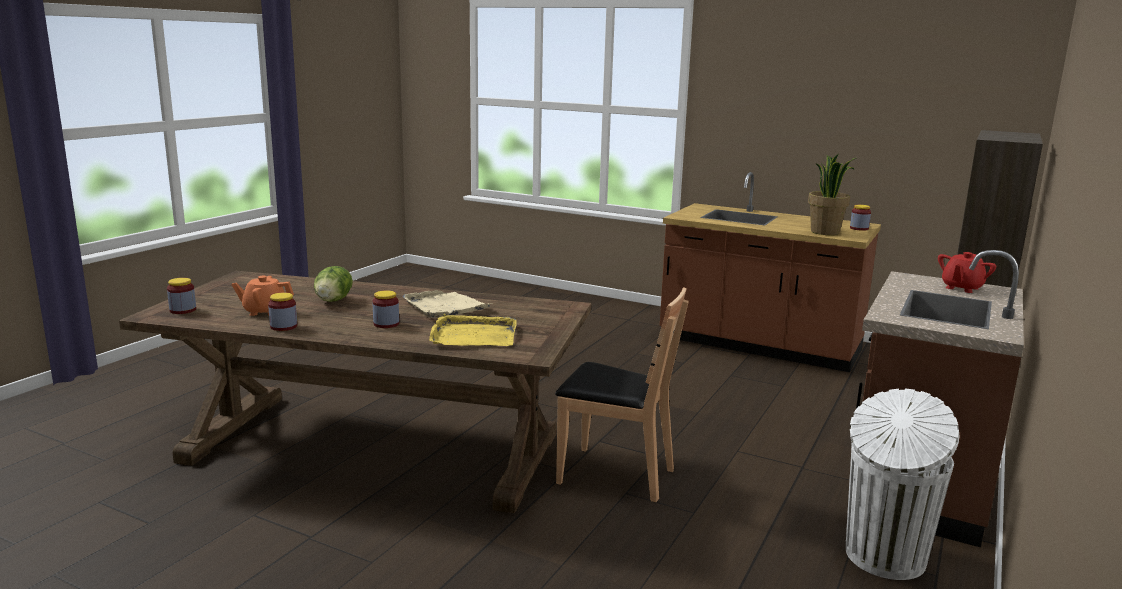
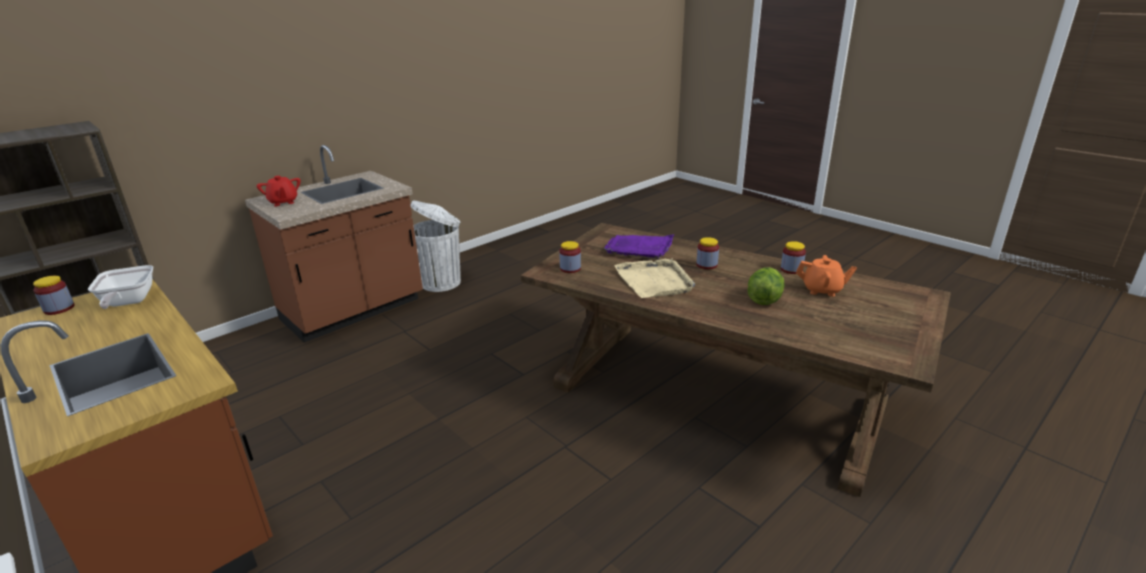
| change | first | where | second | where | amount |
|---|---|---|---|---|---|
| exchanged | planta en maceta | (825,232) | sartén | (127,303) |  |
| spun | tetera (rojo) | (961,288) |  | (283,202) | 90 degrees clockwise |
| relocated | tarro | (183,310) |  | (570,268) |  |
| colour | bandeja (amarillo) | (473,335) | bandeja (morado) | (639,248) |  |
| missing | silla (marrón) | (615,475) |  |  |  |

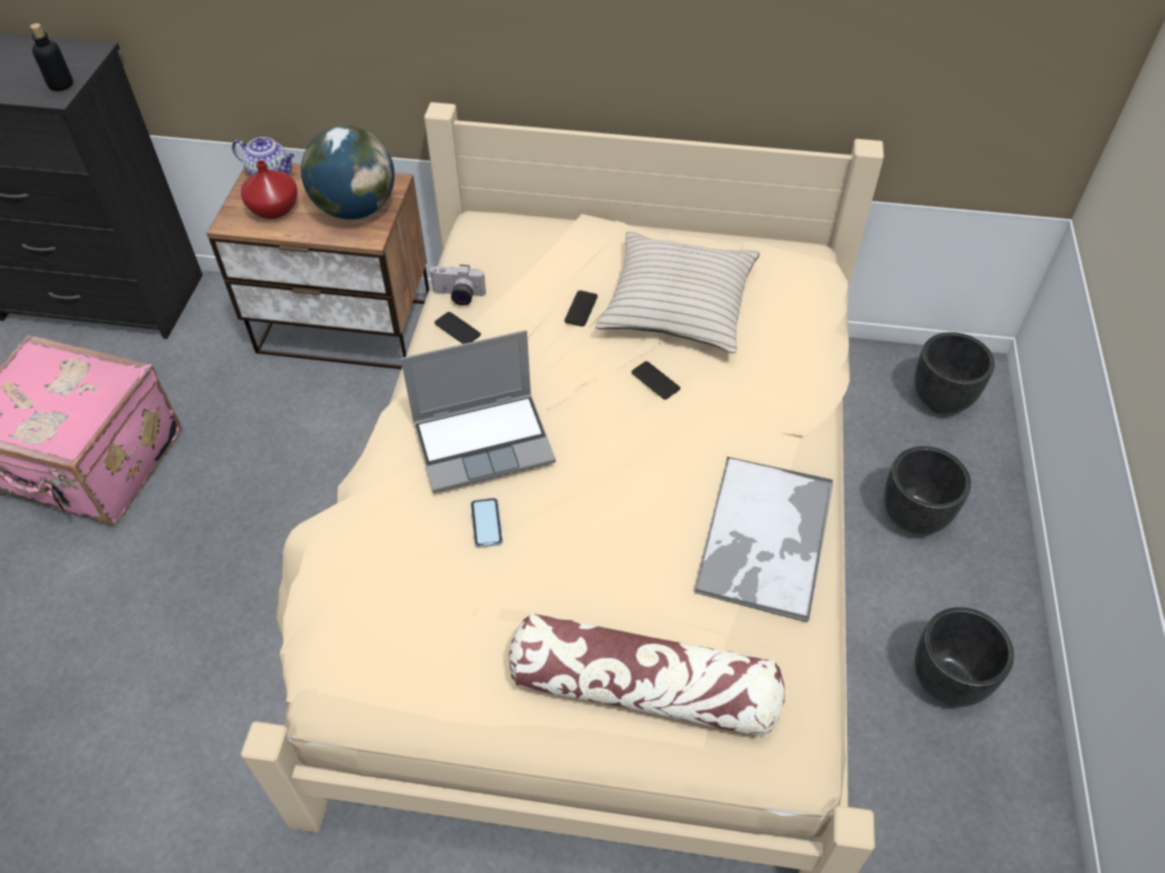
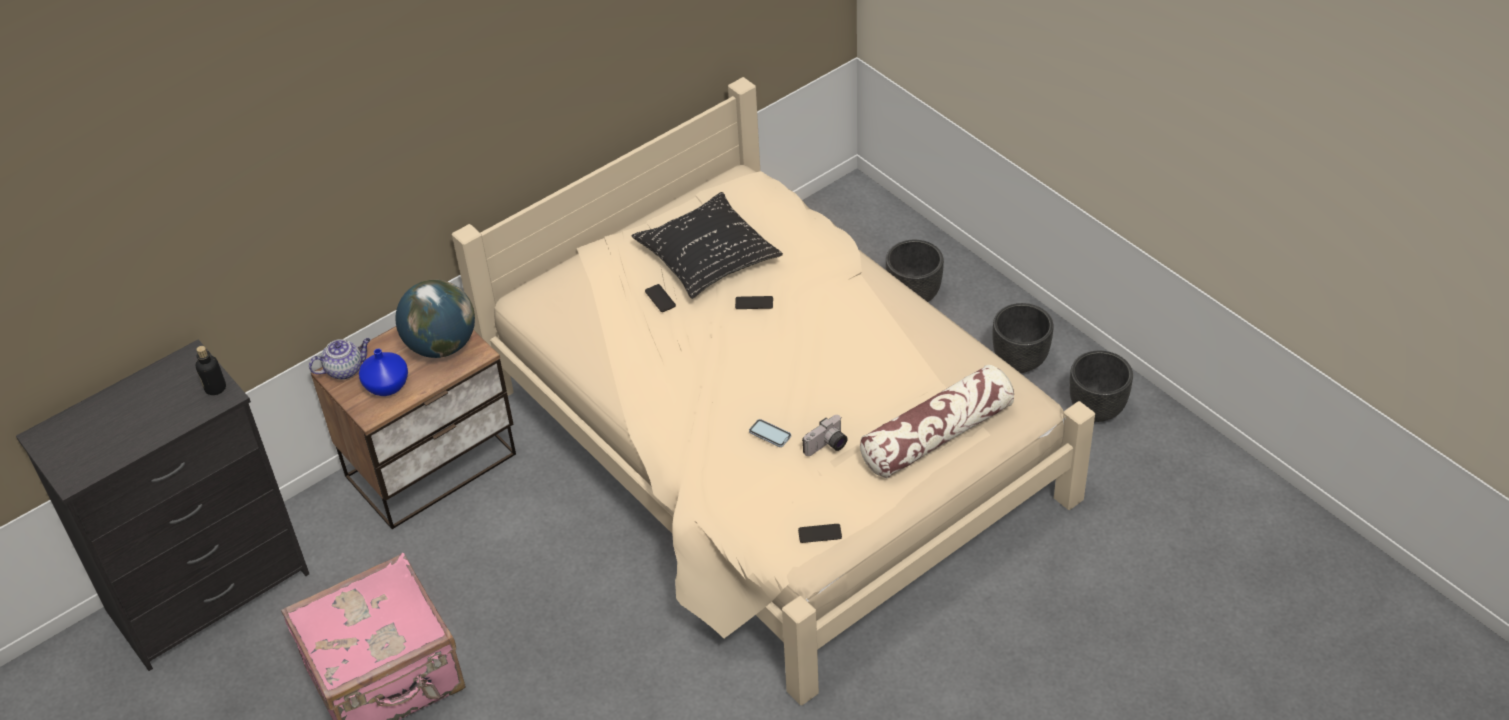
| change | first | where | second | where | amount |
|---|---|---|---|---|---|
| colour | florero (rojo) | (275,209) | florero (azul) | (388,385) |  |
| colour | cojín (beis) | (677,304) | cojín (negro) | (707,256) |  |
| relocated | móvil | (457,329) |  | (820,533) |  |
| relocated | cámara | (458,296) |  | (827,446) |  |
| relocated | maceta (negro) | (941,400) |  | (1097,410) |  |
| missing | portátil | (484,441) |  |  |  |
| missing | bandeja | (764,539) |  |  |  |

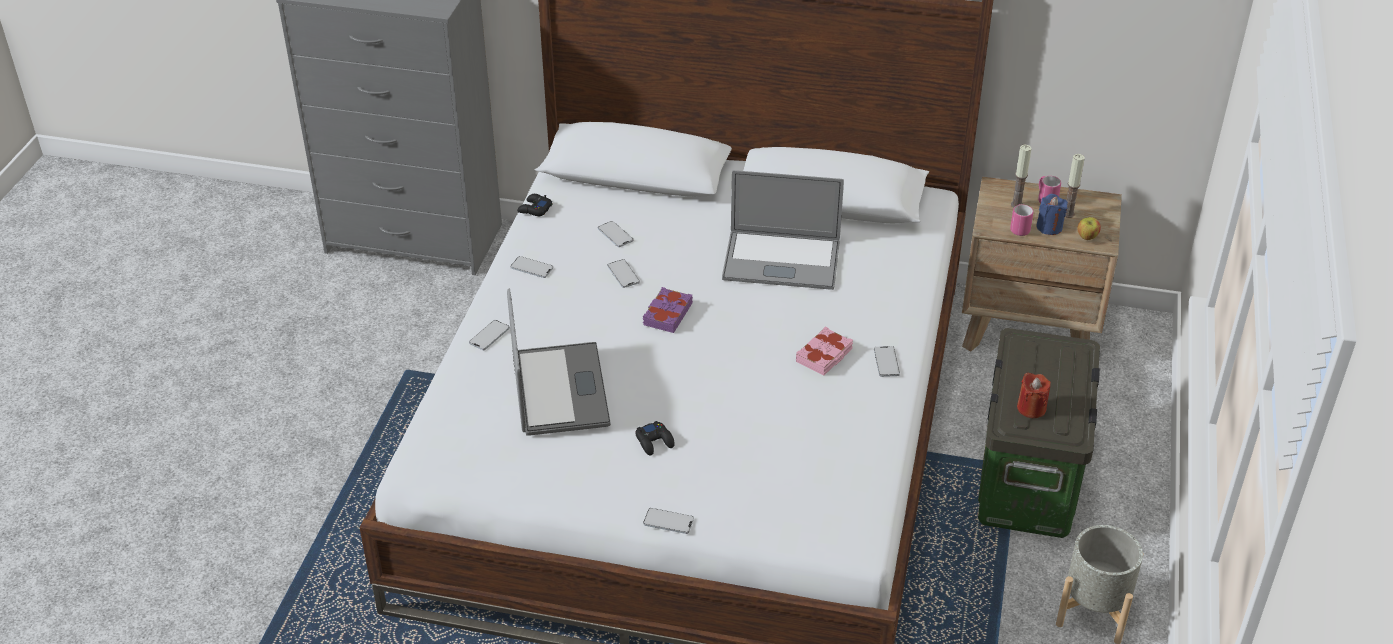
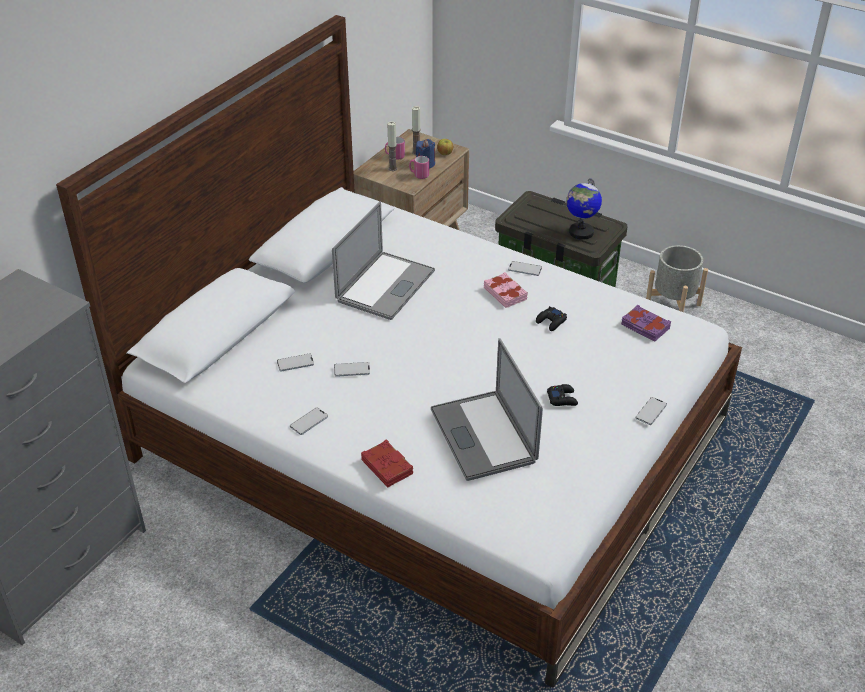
| change | first | where | second | where | amount |
|---|---|---|---|---|---|
| exchanged | móvil | (489,336) | libro (rojo) | (387,466) |  |
| spun | portátil | (560,389) |  | (483,435) | 120 degrees counterclockwise |
| relocated | mando de consola (negro) | (534,209) |  | (551,322) |  |
| exchanged | vela (rojo) | (1031,408) | globo terráqueo | (580,232) |  |
| relocated | libro (morado) | (667,314) |  | (645,327) |  |

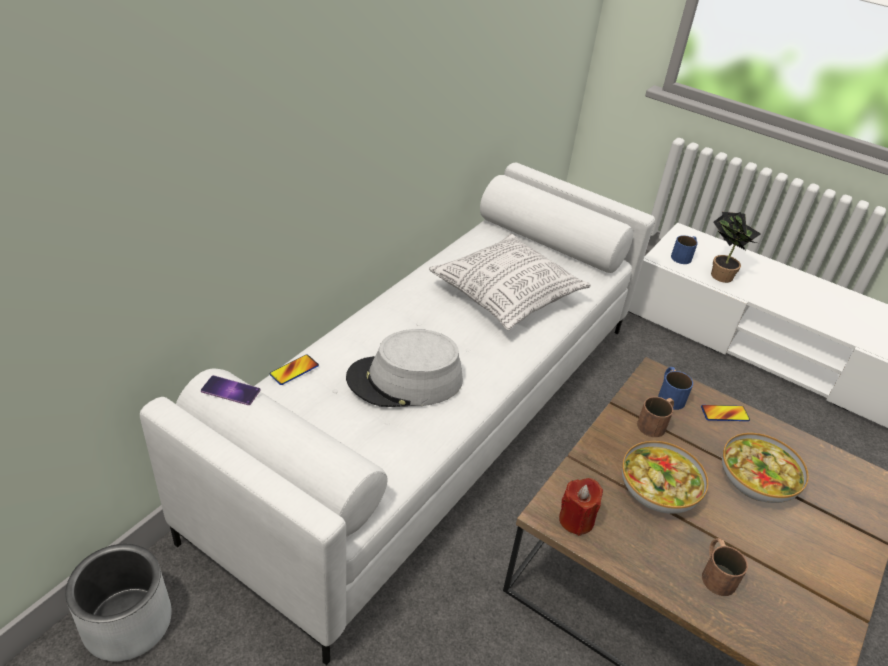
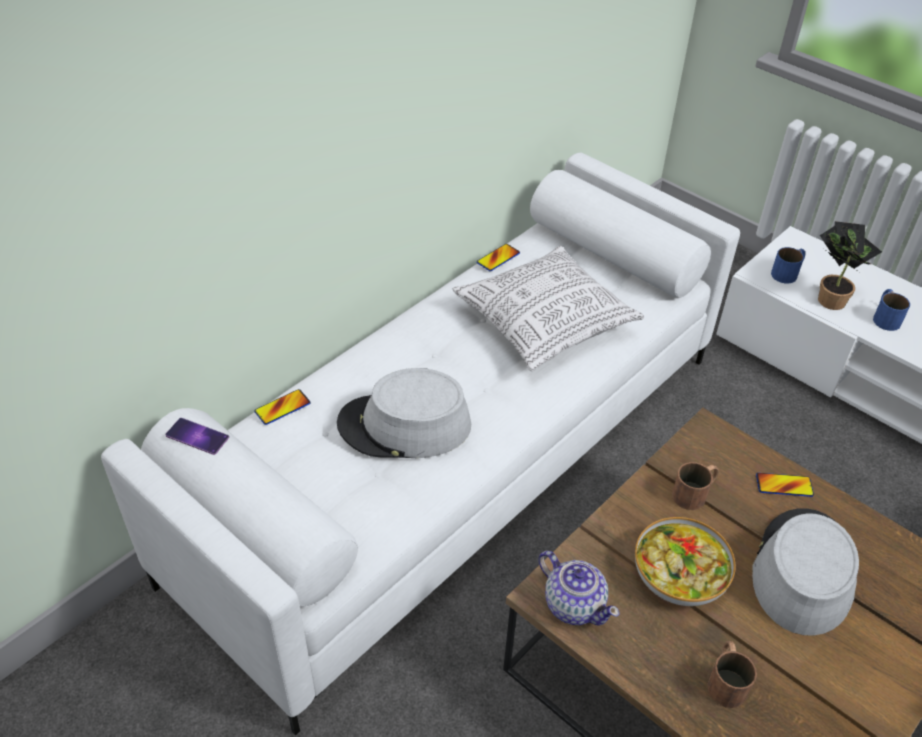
| change | first | where | second | where | amount |
|---|---|---|---|---|---|
| appeared |  |  | móvil | (498,258) |  |
| exchanged | vela (rojo) | (576,520) | tetera | (574,604) |  |
| exchanged | cuenco | (756,480) | sombrero (gris) | (803,571) |  |
| relocated | taza grande (azul) | (669,395) |  | (885,317) |  |
| missing | maceta (gris) | (128,622) |  |  |  |

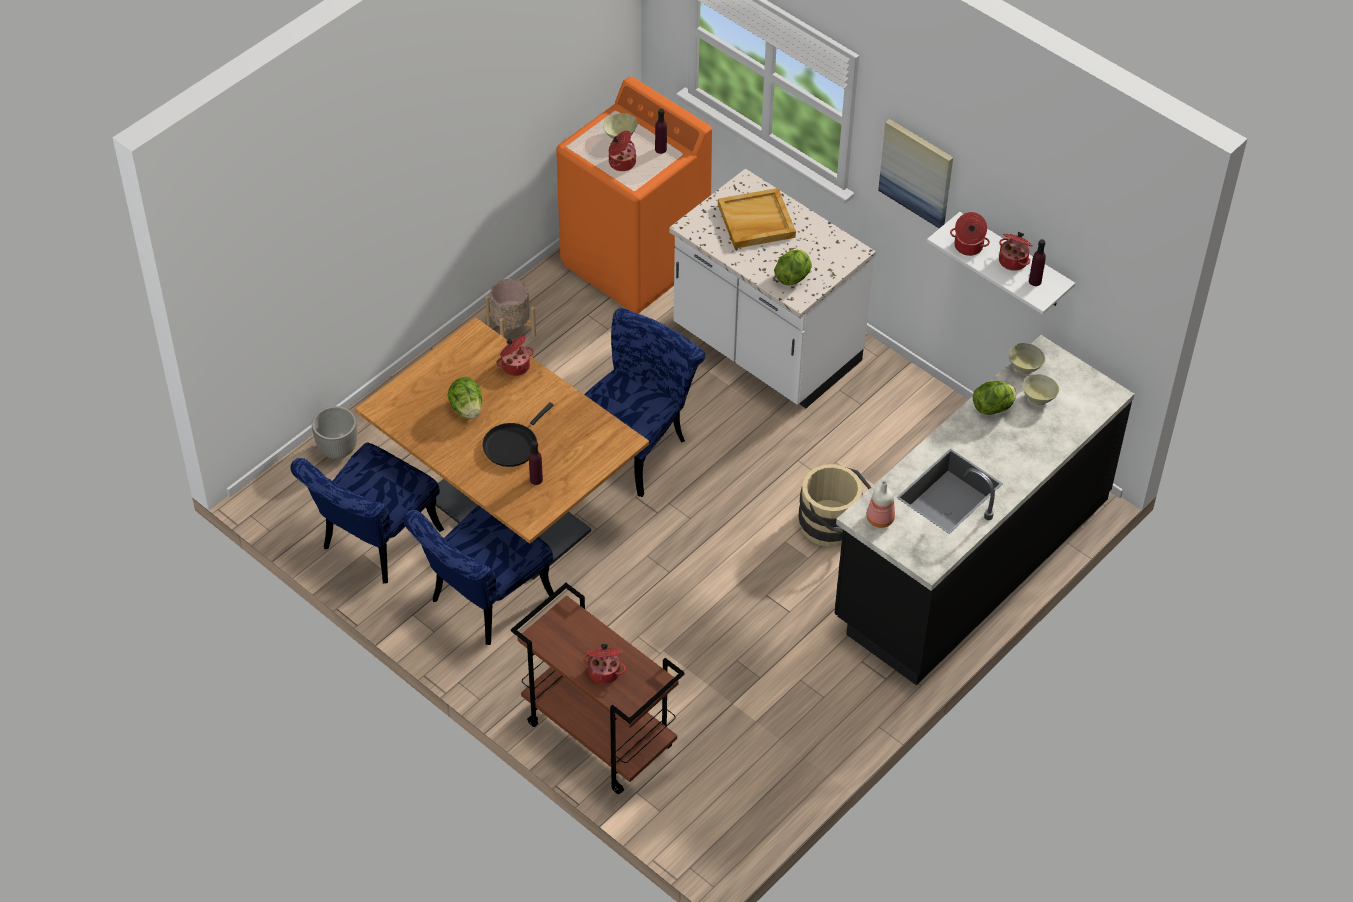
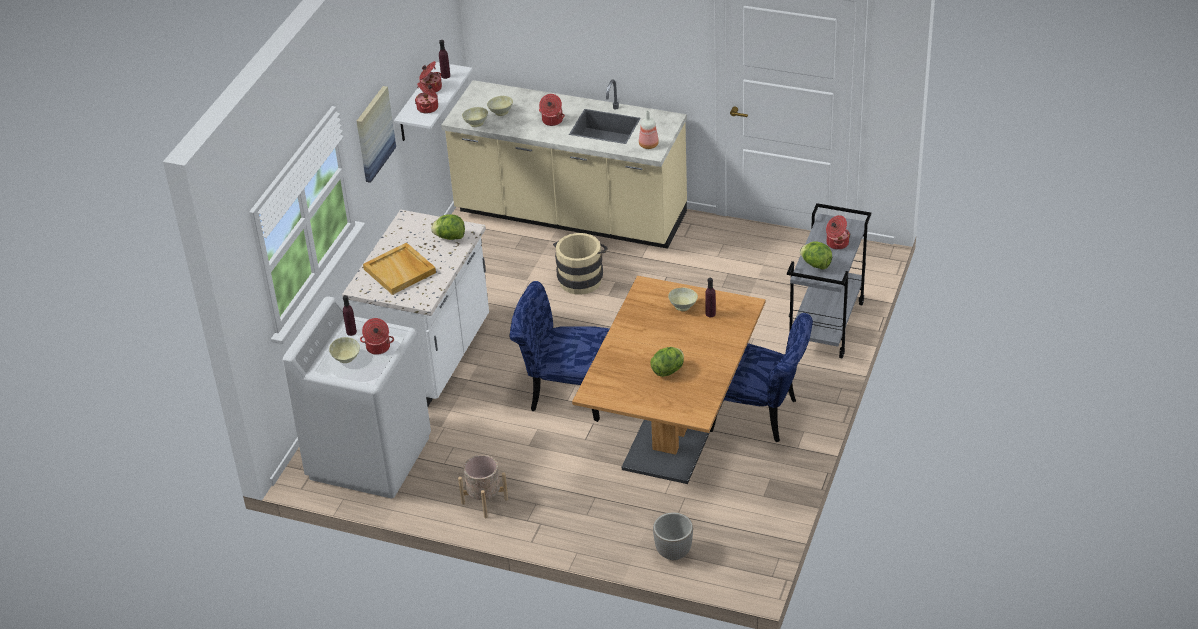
| change | first | where | second | where | amount |
|---|---|---|---|---|---|
| colour | lavadora (naranja) | (635,262) | lavadora (blanco) | (370,457) |  |
| colour | mueble bajo de cocina (negro) | (971,559) | mueble bajo de cocina (beis) | (570,215) |  |
| relocated | olla | (515,365) |  | (552,121) |  |
| appeared |  |  | cuenco (beis) | (683,306) |  |
| colour | carrito (marrón) | (597,735) | carrito (gris) | (826,326) |  |
| relocated | lechuga | (993,408) |  | (815,264) |  |
| missing | silla (azul) | (374,544) |  |  |  |
| missing | sartén (negro) | (512,445) |  |  |  |

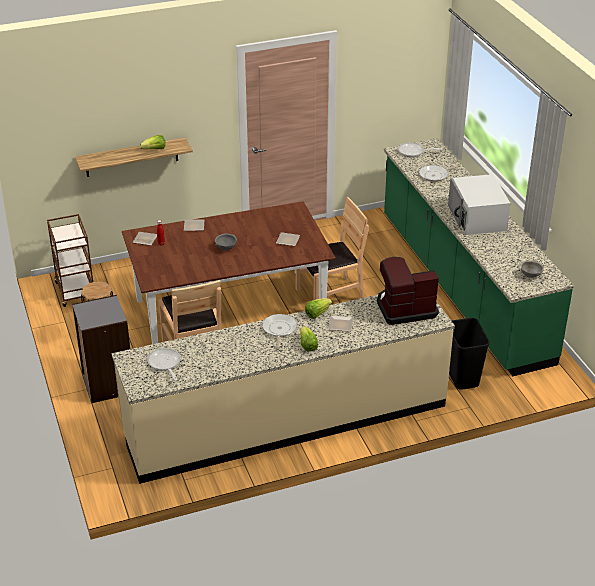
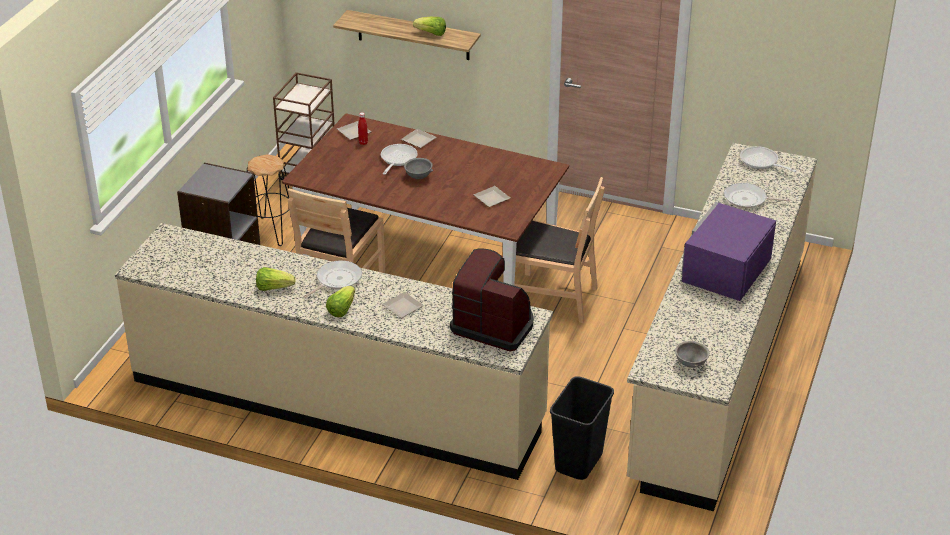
| change | first | where | second | where | amount |
|---|---|---|---|---|---|
| relocated | lechuga | (317,313) |  | (274,287) |  |
| relocated | sartén | (165,364) |  | (397,159) |  |
| colour | mueble bajo de cocina (verde) | (462,287) | mueble bajo de cocina (beis) | (718,365) |  |
| colour | microondas (blanco) | (477,218) | microondas (morado) | (725,270) |  |

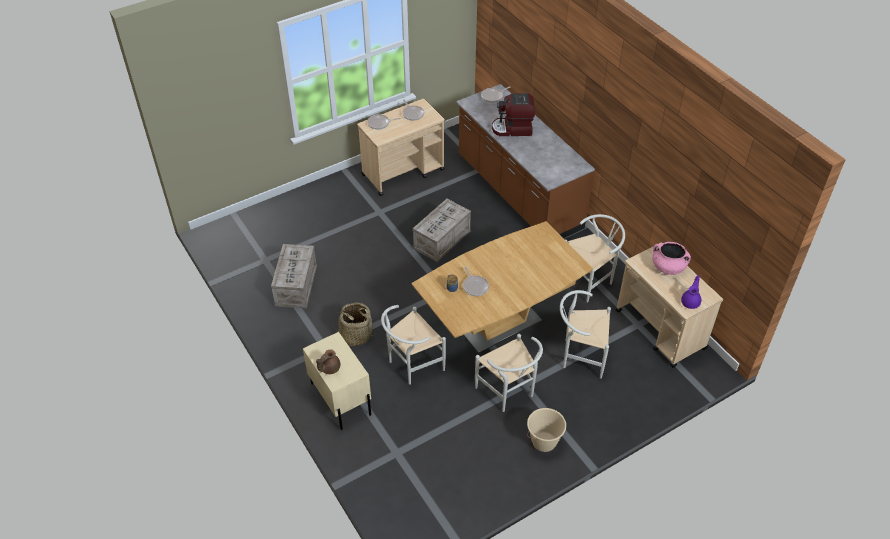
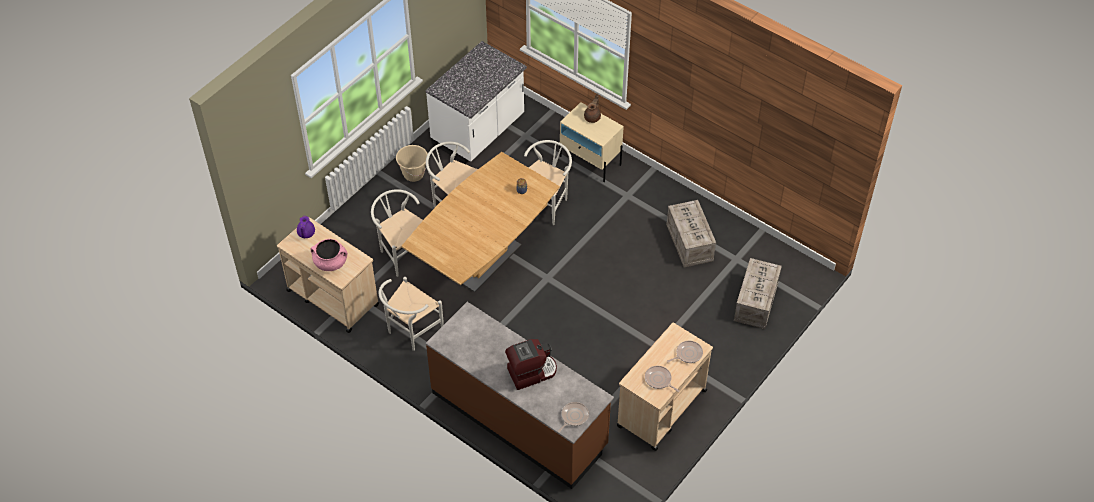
| change | first | where | second | where | amount |
|---|---|---|---|---|---|
| spun | silla (blanco) | (579,355) |  | (402,251) | 120 degrees counterclockwise |
| appeared |  |  | mueble bajo de cocina (blanco) | (479,131) |  |
| relocated | caja de embalaje | (442,239) |  | (756,303) |  |
| missing | cesta | (356,335) |  |  |  |
| missing | sartén | (475,286) |  |  |  |

